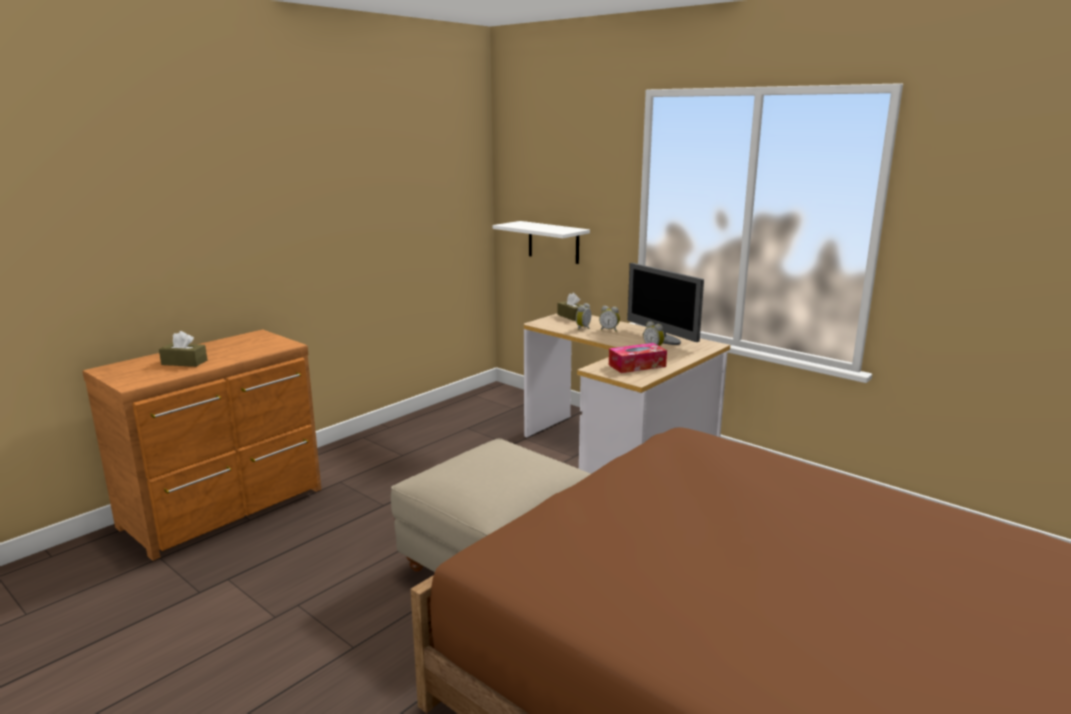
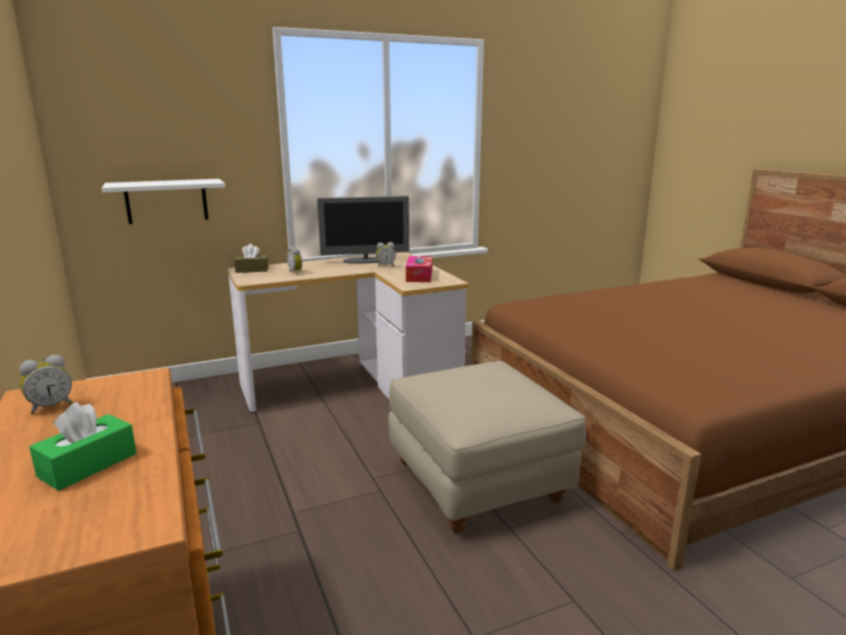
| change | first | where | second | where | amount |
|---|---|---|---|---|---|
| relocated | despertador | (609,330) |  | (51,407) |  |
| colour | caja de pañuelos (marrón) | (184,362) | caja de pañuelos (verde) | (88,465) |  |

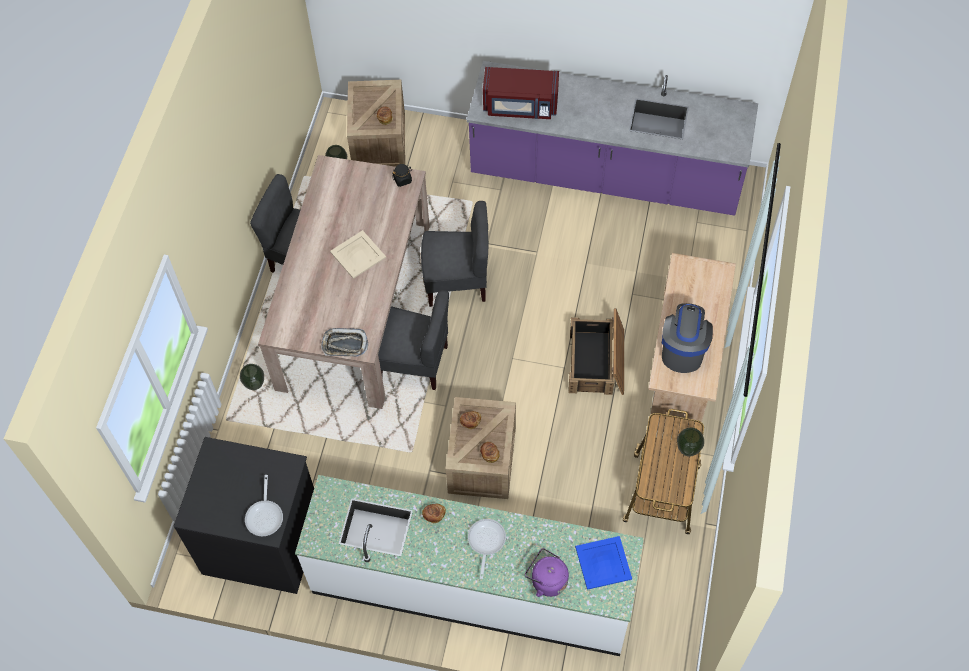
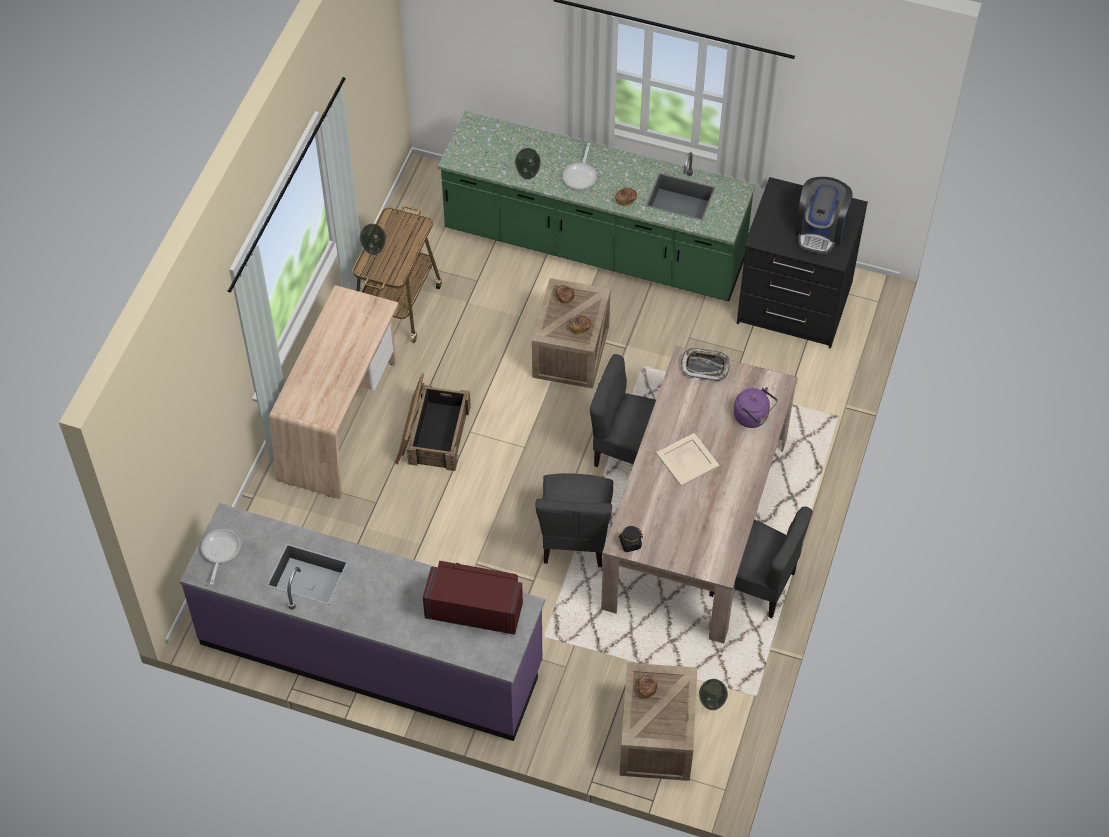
| change | first | where | second | where | amount |
|---|---|---|---|---|---|
| relocated | sartén | (265,516) |  | (220,552) |  |
| colour | mueble bajo de cocina (blanco) | (472,587) | mueble bajo de cocina (verde) | (594,248) |  |
| relocated | florero | (255,384) |  | (527,176) |  |
| spun | silla (gris) | (457,281) |  | (575,538) | 90 degrees counterclockwise |
| relocated | hervidor (morado) | (547,580) |  | (753,417) |  |
| relocated | cafetera | (683,349) |  | (820,230) |  |
| missing | bandeja (azul) | (603,563) |  |  |  |

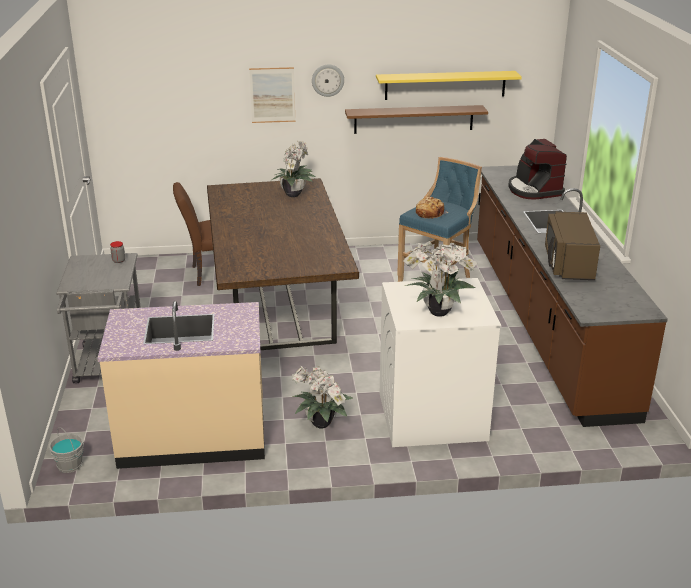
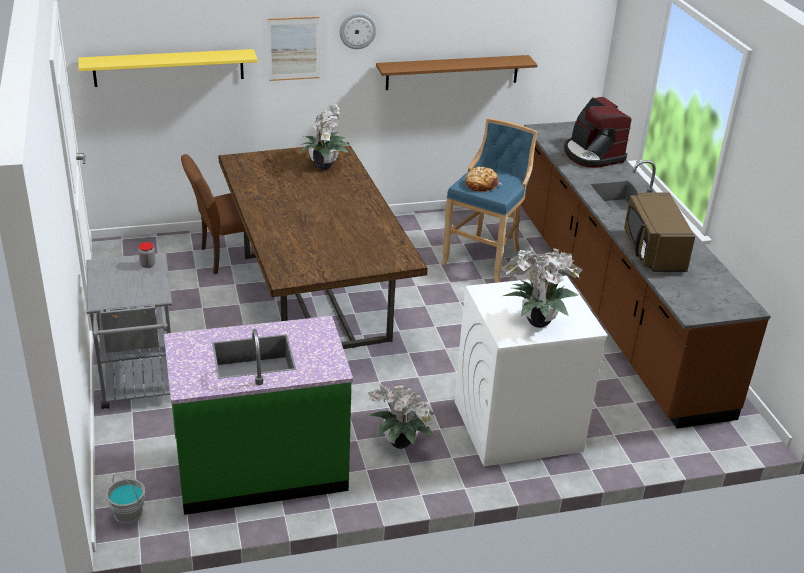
| change | first | where | second | where | amount |
|---|---|---|---|---|---|
| relocated | estante (amarillo) | (445,85) |  | (169,67) |  |
| colour | mueble bajo de cocina (beis) | (193,436) | mueble bajo de cocina (verde) | (261,468) |  |

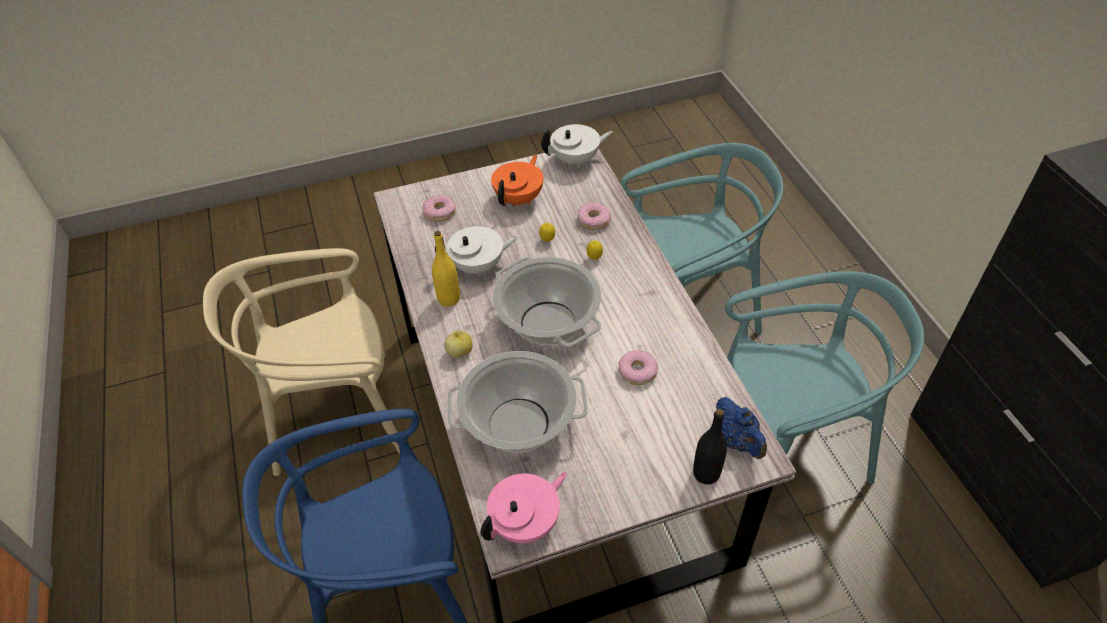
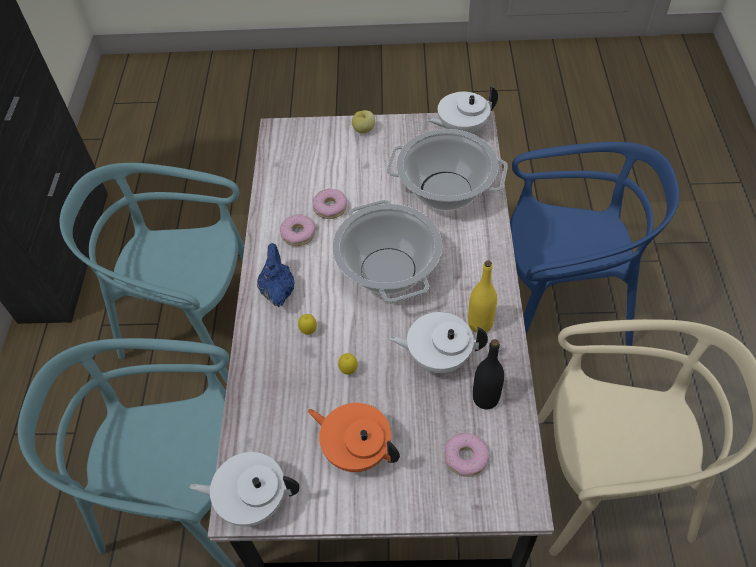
| change | first | where | second | where | amount |
|---|---|---|---|---|---|
| relocated | tetera (azul) | (738,441) |  | (278,290) |  |
| relocated | rosquilla | (594,220) |  | (298,234) |  |
| spun | tetera (naranja) | (519,198) |  | (356,449) | 75 degrees clockwise |
| relocated | manzana | (459,352) |  | (364,130) |  |
| colour | tetera (rosa) | (526,523) | tetera (blanco) | (461,129) |  |
| relocated | botella (negro) | (706,473) |  | (485,398) |  |

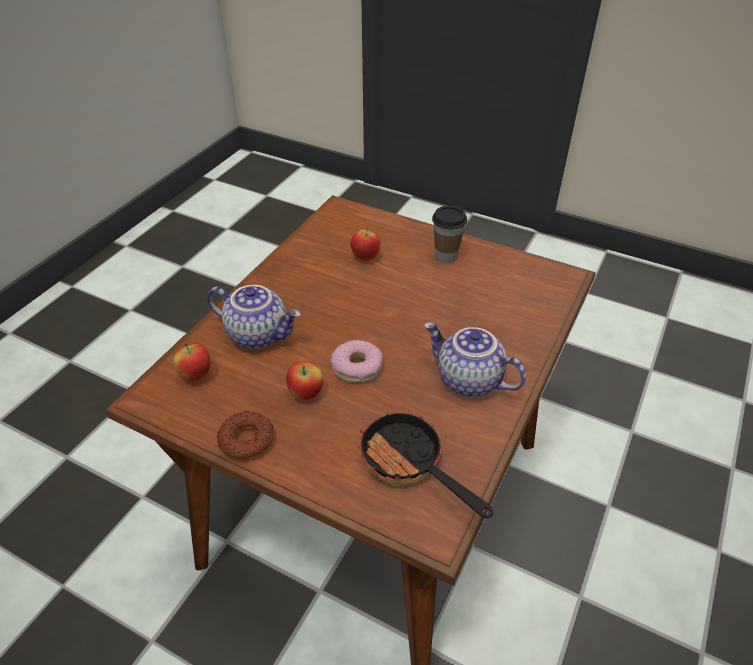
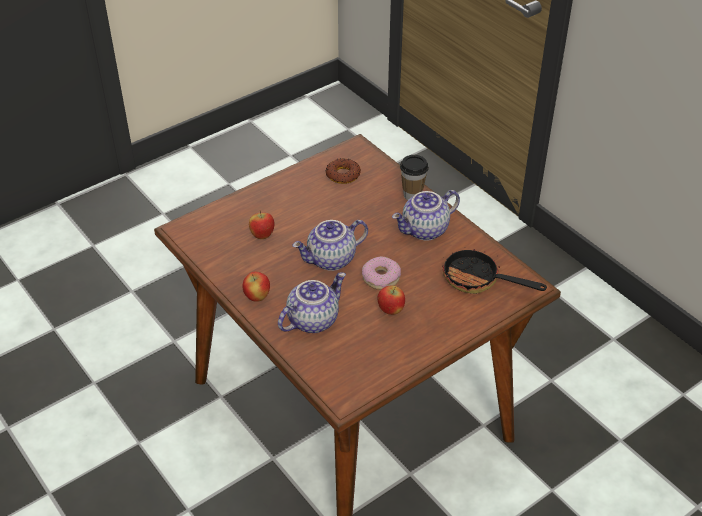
| change | first | where | second | where | amount |
|---|---|---|---|---|---|
| relocated | manzana | (196,376) |  | (257,297) |  |
| appeared |  |  | tetera | (331,260) |  |
| relocated | rosquilla | (246,439) |  | (343,175) |  |
| relocated | taza | (446,256) |  | (412,195) |  |
| spun | sartén | (410,465) |  | (478,280) | 45 degrees clockwise |

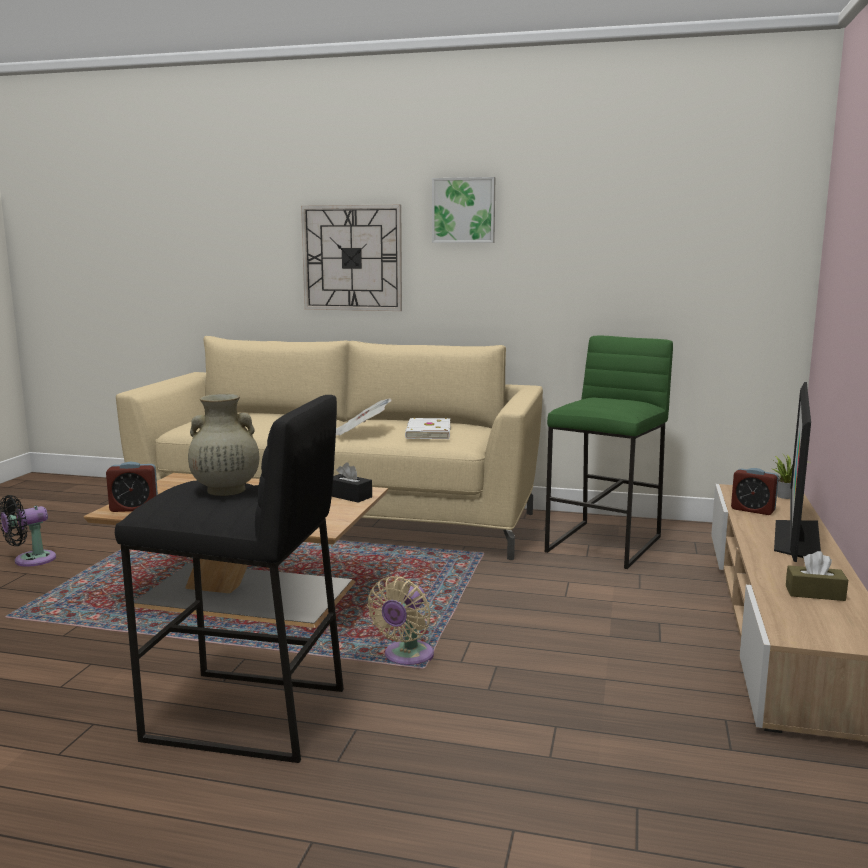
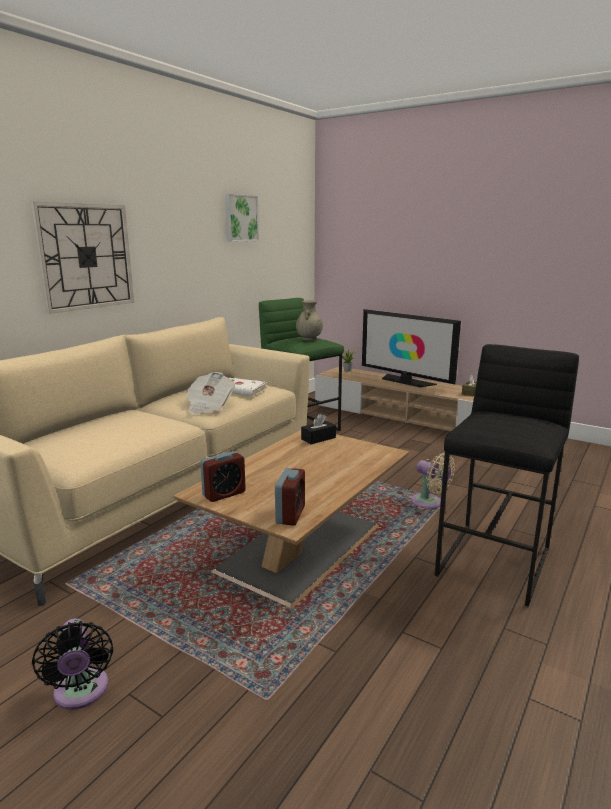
| change | first | where | second | where | amount |
|---|---|---|---|---|---|
| relocated | despertador | (752,510) |  | (224,494) |  |
| relocated | cuadro | (464,210) |  | (240,218) |  |
| relocated | florero (beis) | (225,490) |  | (309,339) |  |

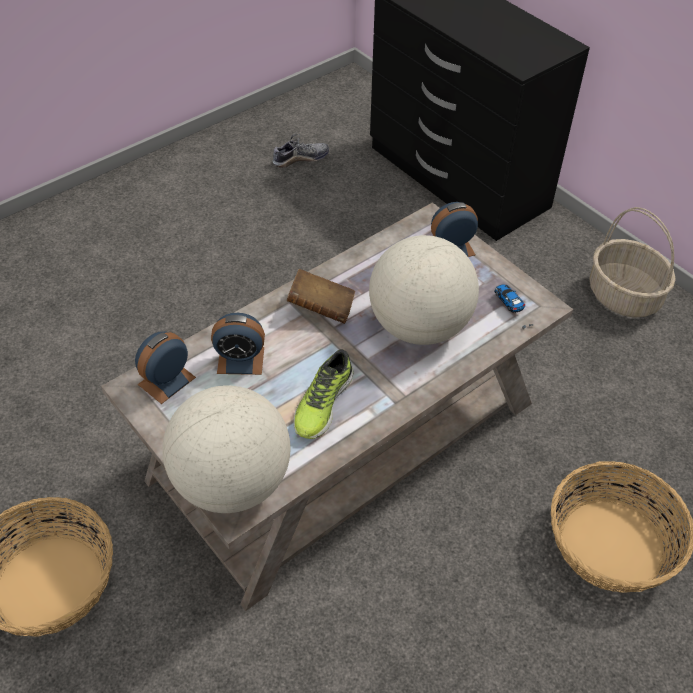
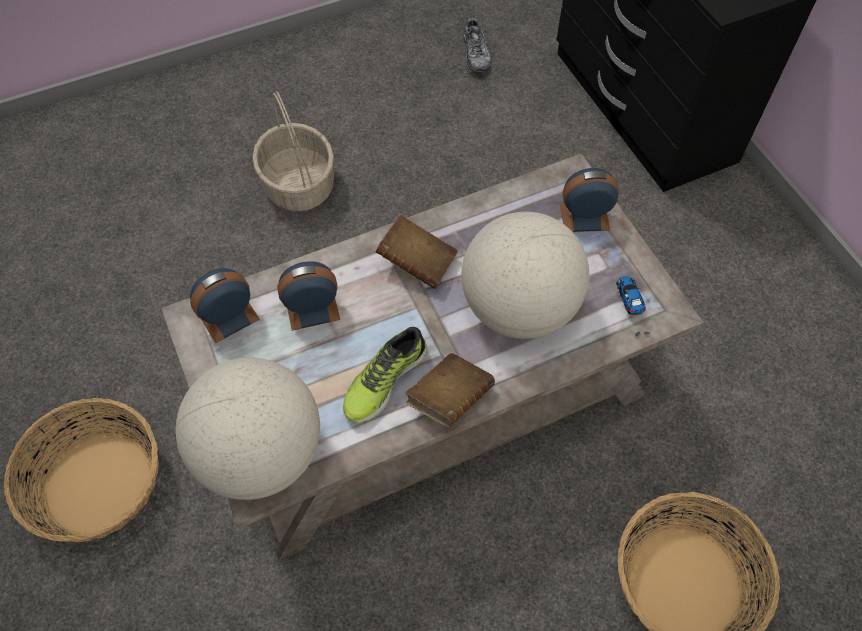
| change | first | where | second | where | amount |
|---|---|---|---|---|---|
| relocated | cesta | (624,296) |  | (299,185) |  |
| spun | despertador | (240,360) |  | (312,309) | 150 degrees clockwise |
| appeared |  |  | libro (marrón) | (449,398) |  |
| spun | zapato | (300,159) |  | (475,54) | 90 degrees clockwise |

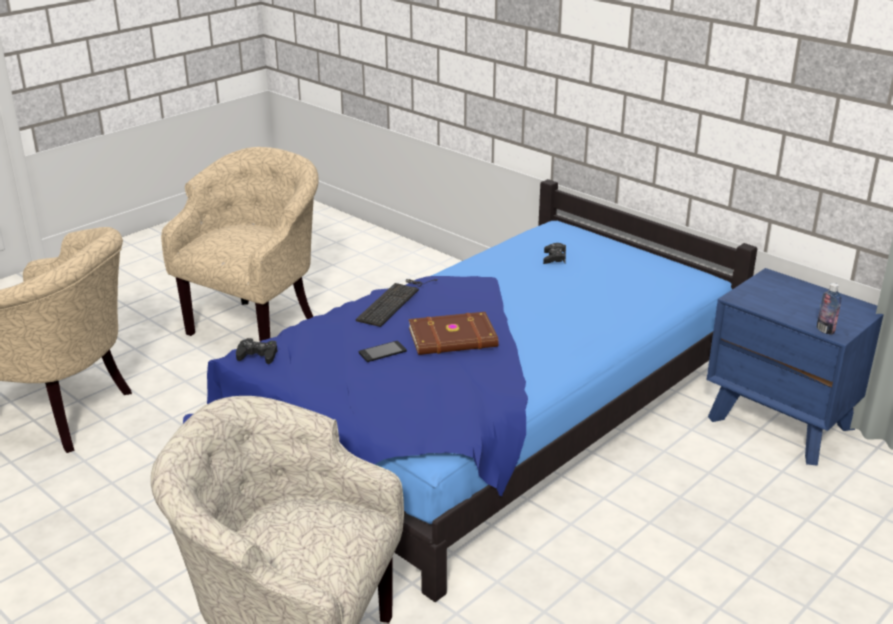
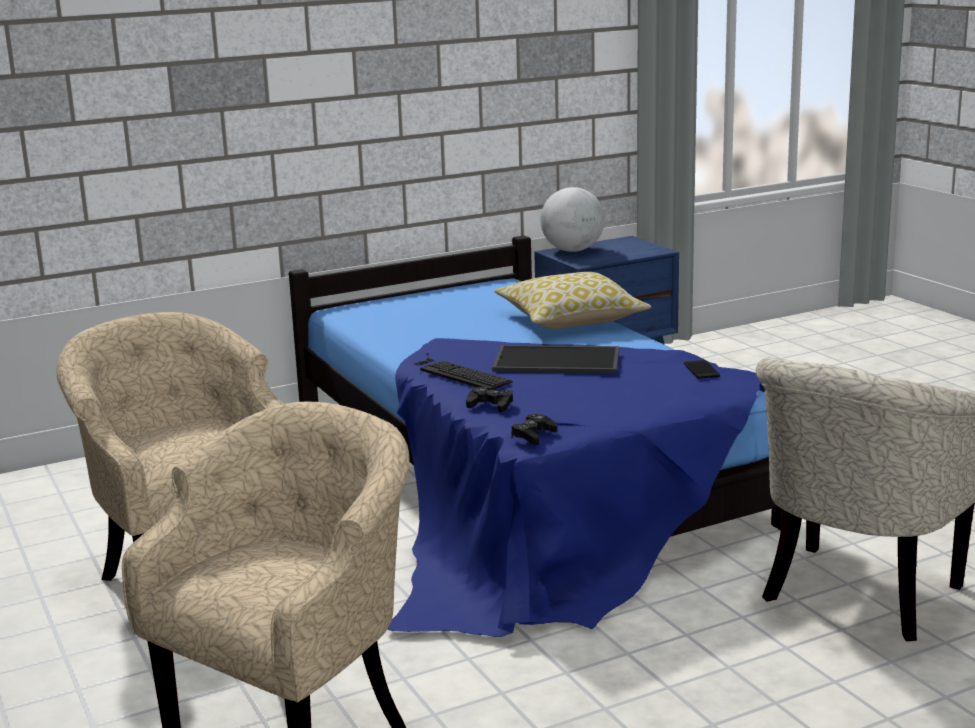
| change | first | where | second | where | amount |
|---|---|---|---|---|---|
| relocated | mando de consola (negro) | (554,258) |  | (490,405) |  |
| exchanged | libro (marrón) | (453,338) | bandeja | (558,360) |  |
| appeared |  |  | cojín | (571,320) |  |
| appeared |  |  | globo terráqueo | (572,250) |  |
| relocated | móvil | (382,352) |  | (701,370) |  |
| missing | botella | (825,330) |  |  |  |

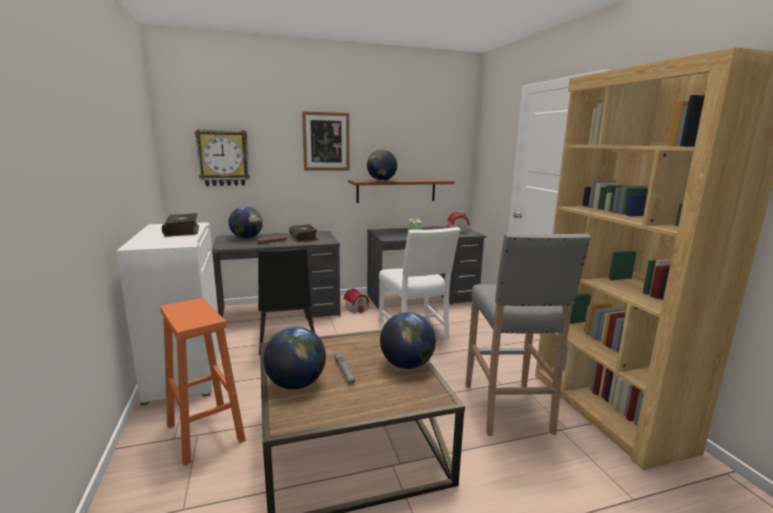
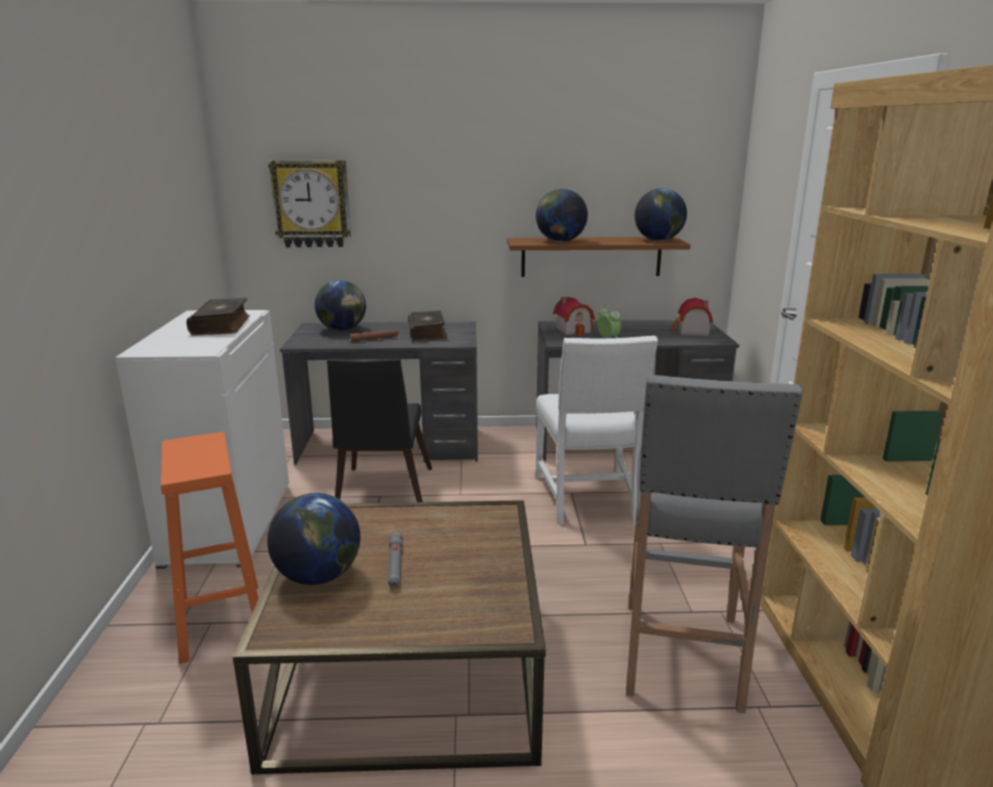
| change | first | where | second | where | amount |
|---|---|---|---|---|---|
| relocated | casita | (357,308) |  | (575,330) |  |
| relocated | globo terráqueo | (407,364) |  | (658,240) |  |
| missing | cuadro | (326,141) |  |  |  |

